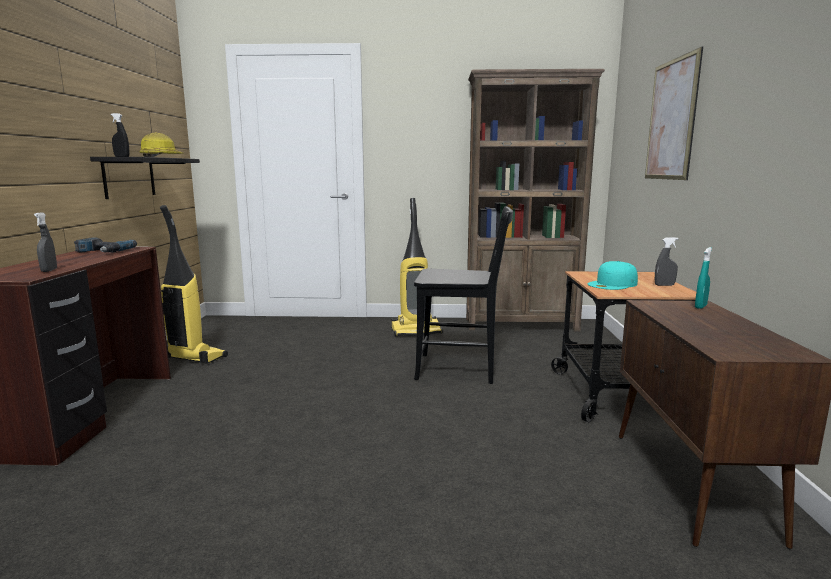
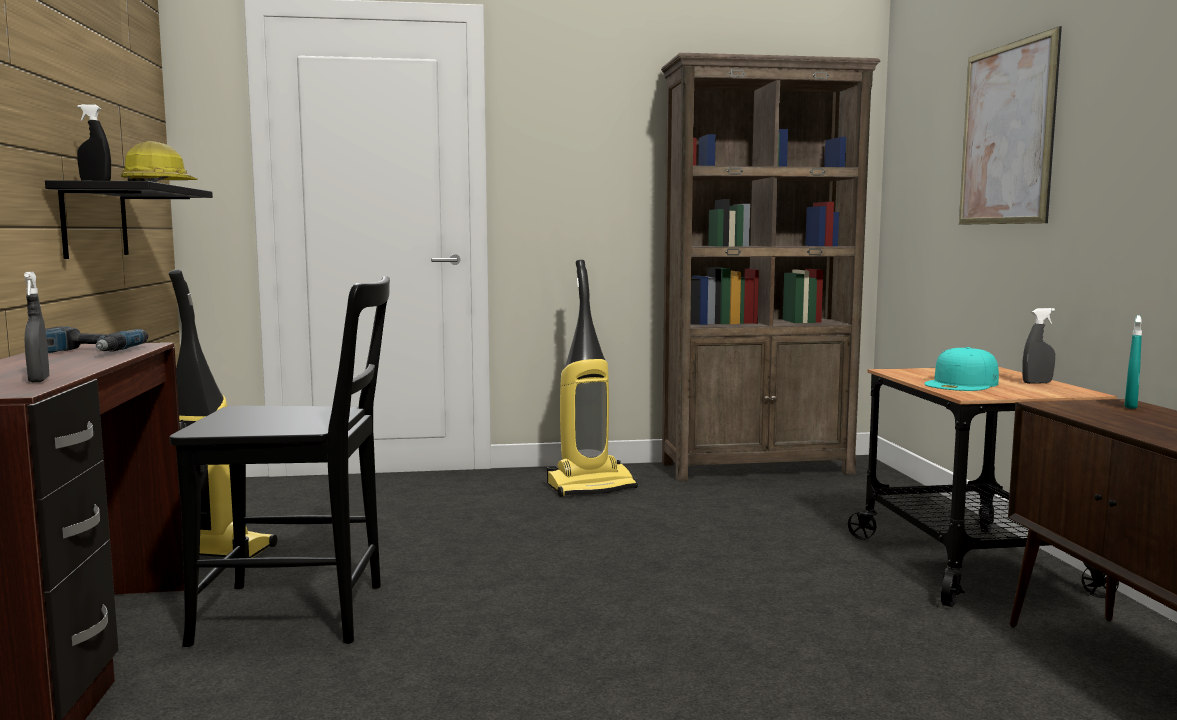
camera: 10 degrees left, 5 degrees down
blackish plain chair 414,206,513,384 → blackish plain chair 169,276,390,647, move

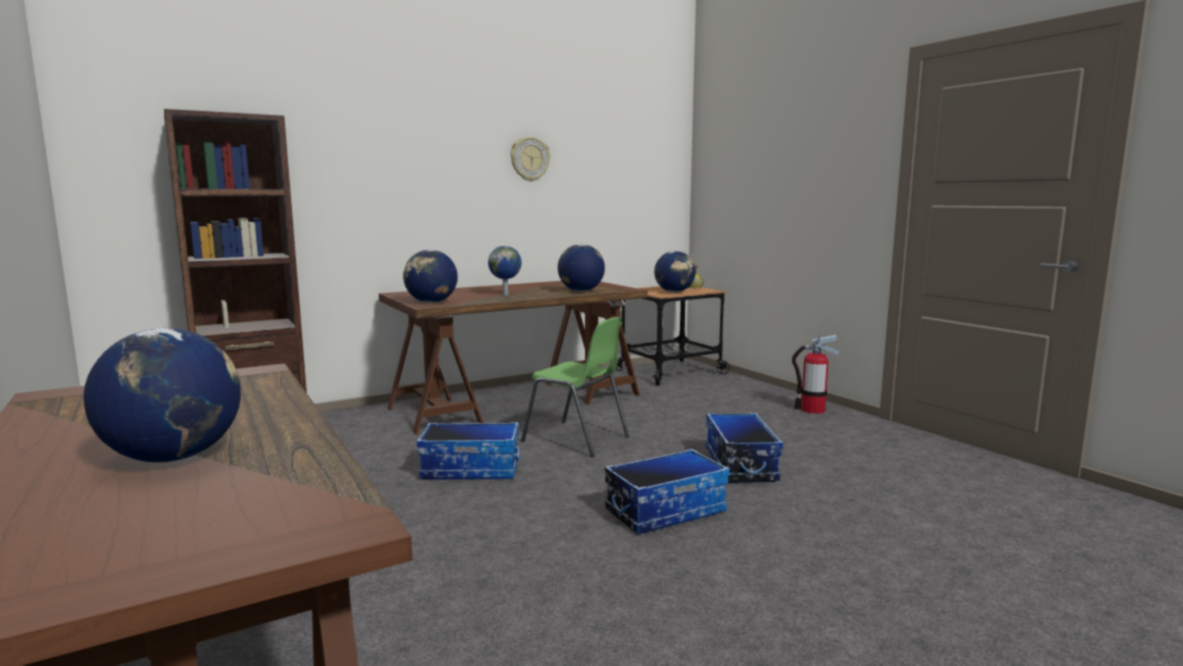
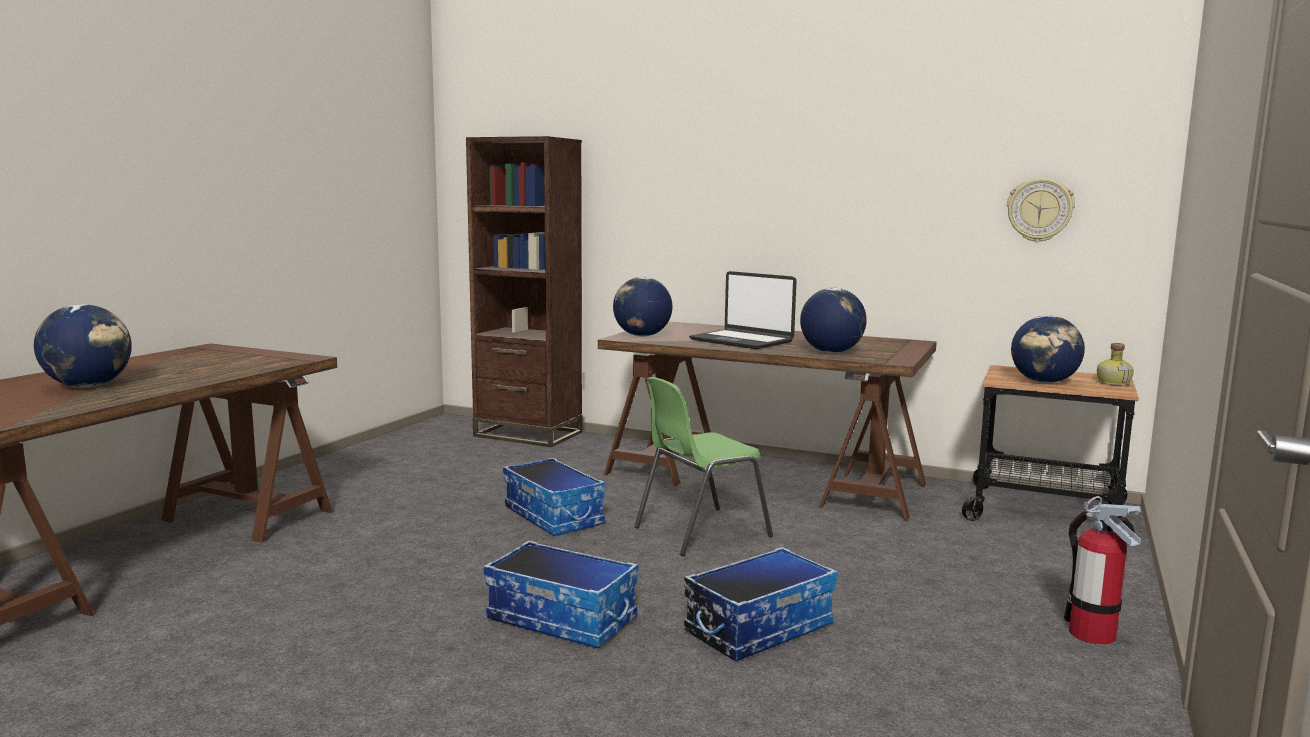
camera: 55 degrees right, 0 degrees up
clock on the wall 511,137,550,182 → clock on the wall 1007,178,1075,242, move
desk globe 488,246,521,295 → notebook computer 689,271,797,349
green-coloured plain chair 521,317,629,457 → green-coloured plain chair 634,377,773,557, 60 degrees clockwise

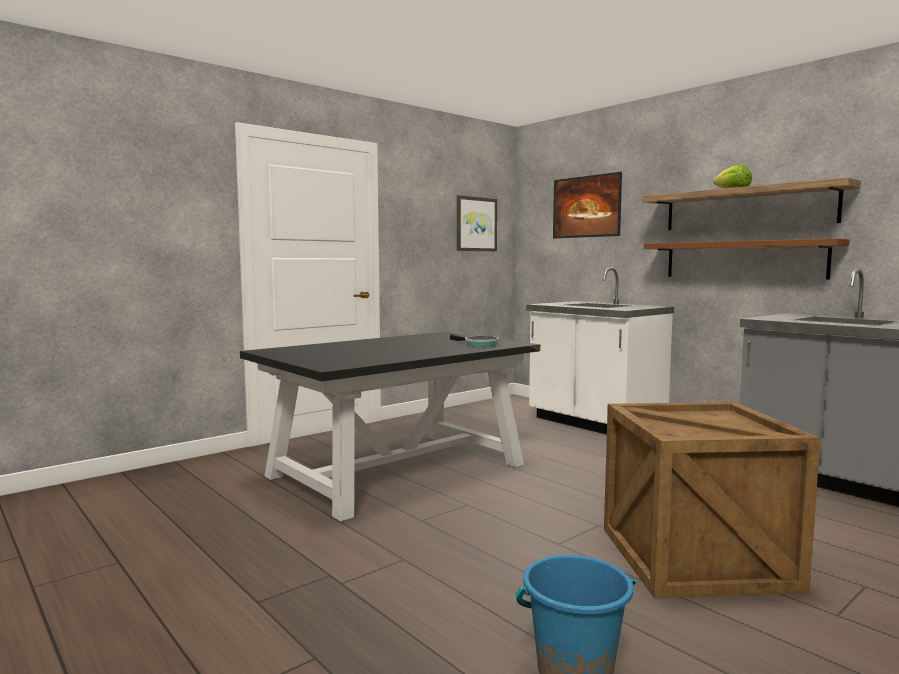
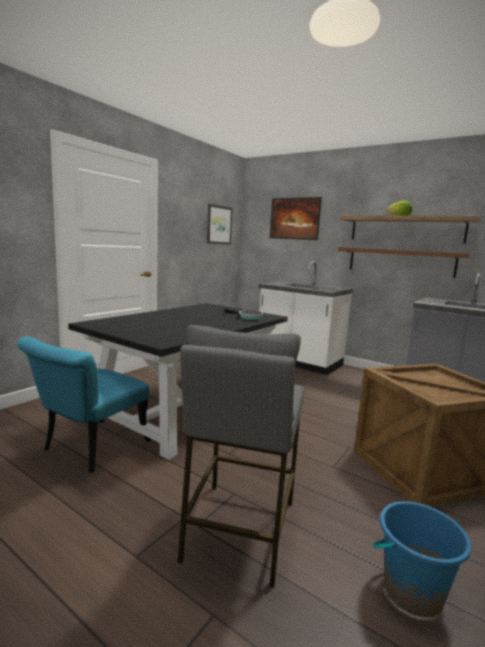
camera: 15 degrees left, 5 degrees up
- → blue-green plain chair 17,336,151,473
- → grey stool 177,325,304,588

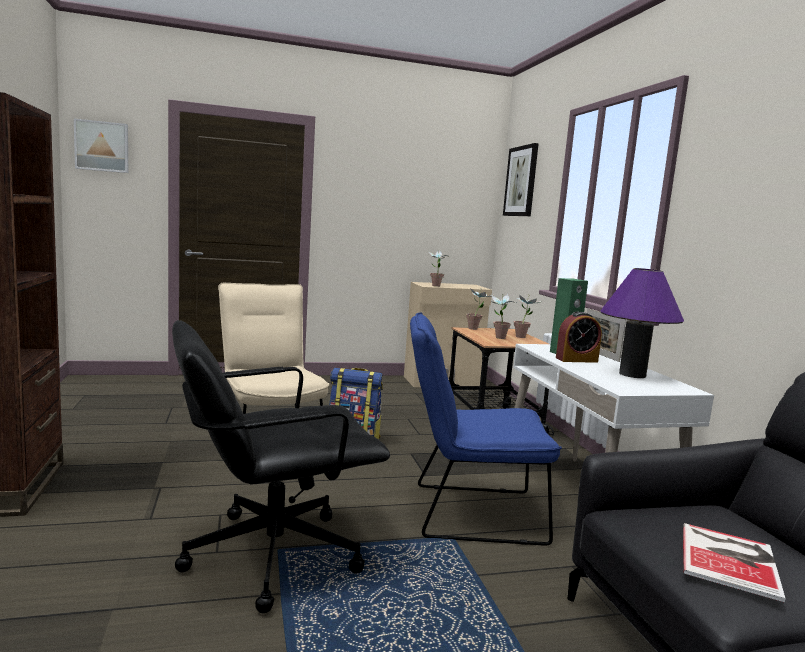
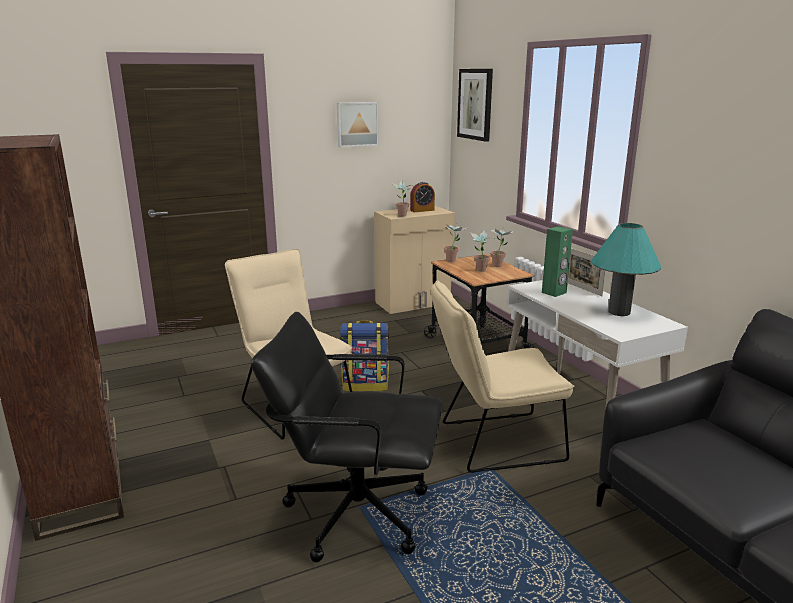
camera: 10 degrees left, 10 degrees up
book 683,523,786,602 → -
wall picture 74,119,128,173 → wall picture 337,102,379,147, move
alarm clock 556,312,602,363 → alarm clock 410,182,435,212, move
bluish plain chair 410,312,562,546 → beige plain chair 431,280,574,473
purplish tabletop lamp 600,268,684,378 → blue-green tabletop lamp 591,223,661,316
blackish office chair 172,320,390,613 → blackish office chair 251,312,443,563, 45 degrees clockwise

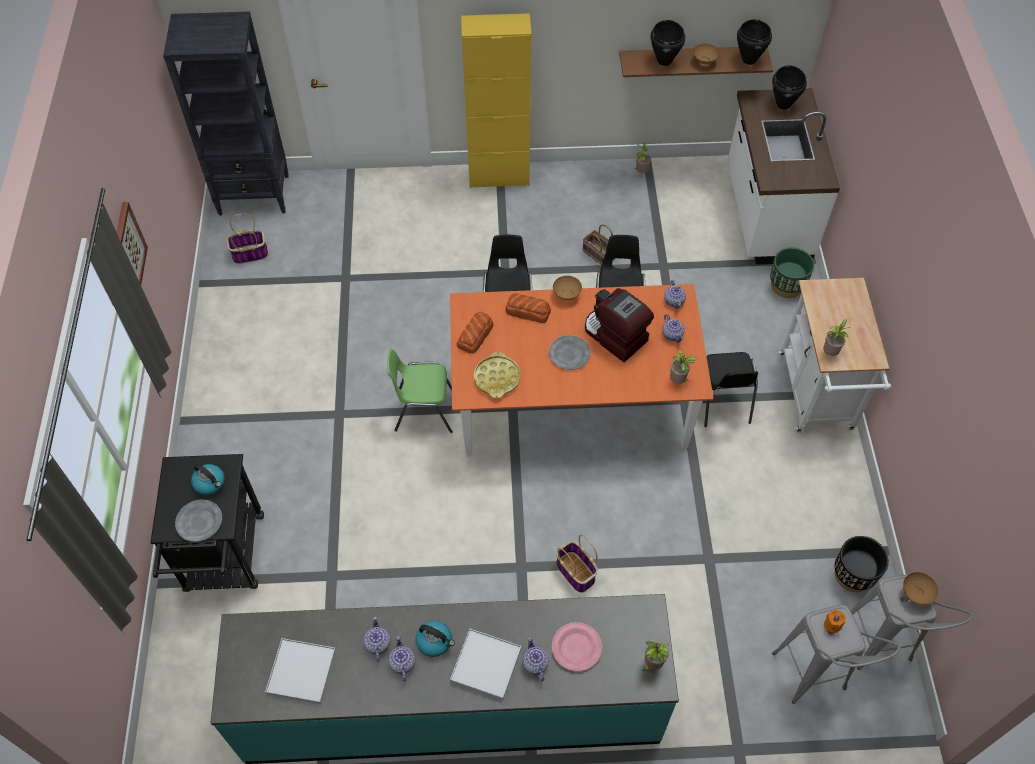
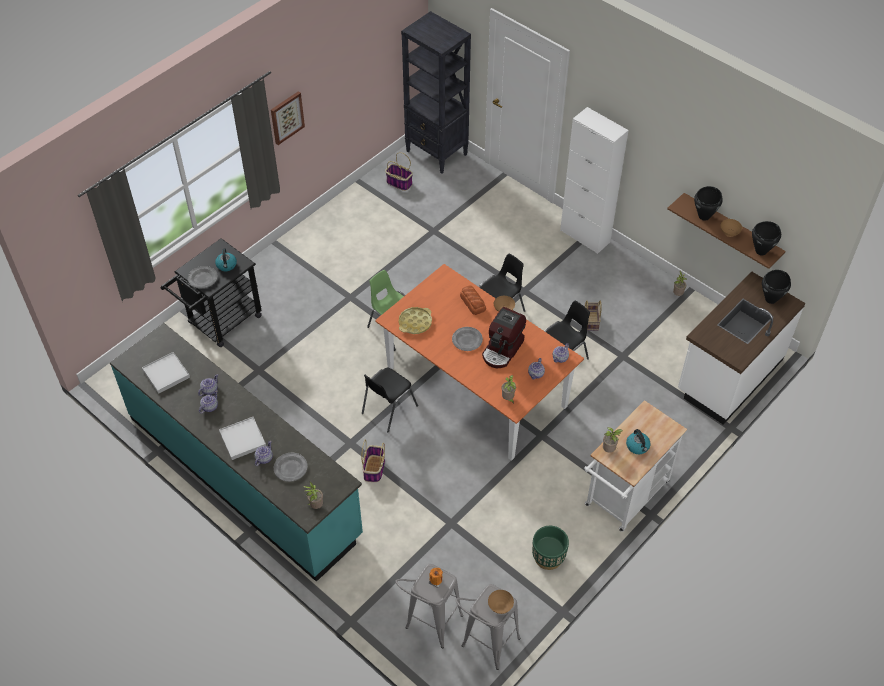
camera: 45 degrees right, 5 degrees down
bread 457,311,494,354 → -
blackish flower pot 835,536,889,592 → -
water kettle 416,621,455,657 → water kettle 626,429,651,454, move
blackish plain chair 704,352,758,427 → blackish plain chair 362,367,418,433, move
green-coloured flower pot 770,247,814,298 → green-coloured flower pot 532,526,569,570, move
yellow-coloured cabinet 461,13,531,188 → white-coloured cabinet 560,107,629,254
pink-coloured plate 552,622,602,671 → grey plate 274,453,308,482
coffee maker 585,288,654,362 → coffee maker 482,307,526,368, 150 degrees counterclockwise

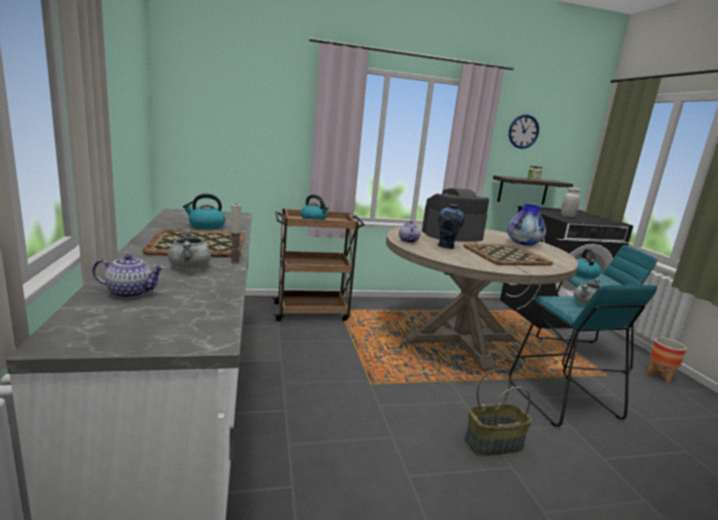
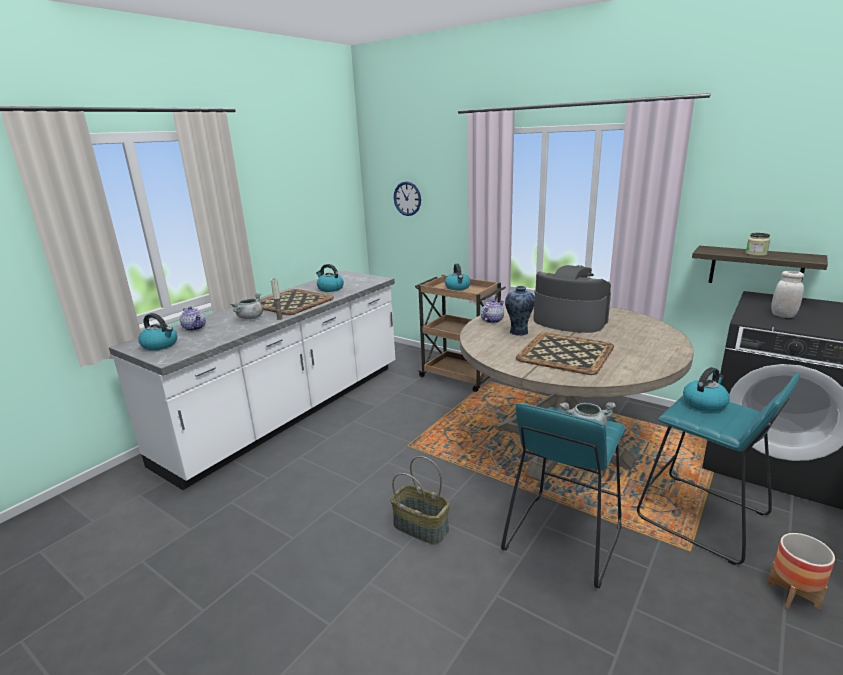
camera: 50 degrees right, 5 degrees up
vase 507,204,546,245 → -
- → water kettle 138,313,177,351
clock on the wall 509,114,539,149 → clock on the wall 394,181,421,216, move

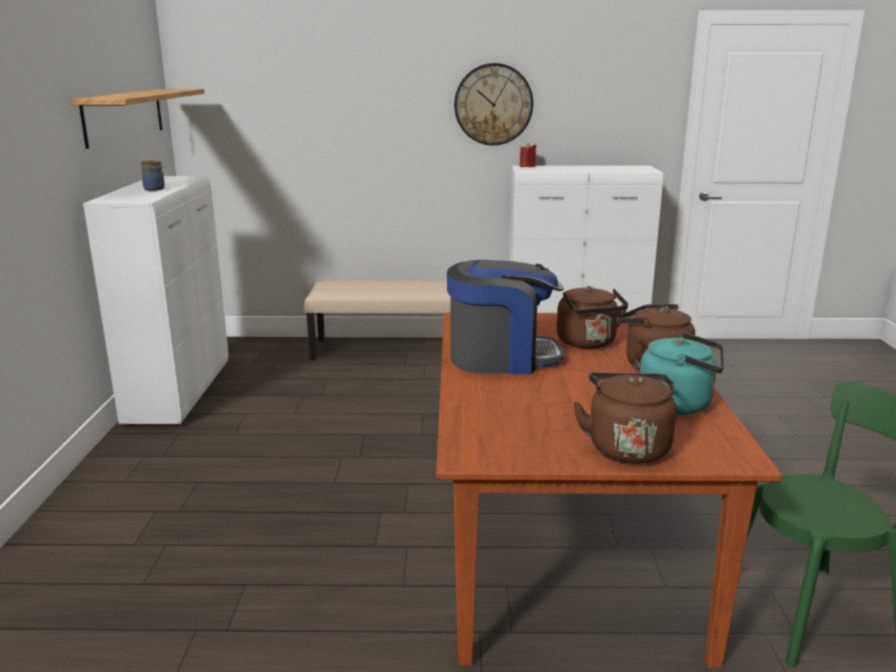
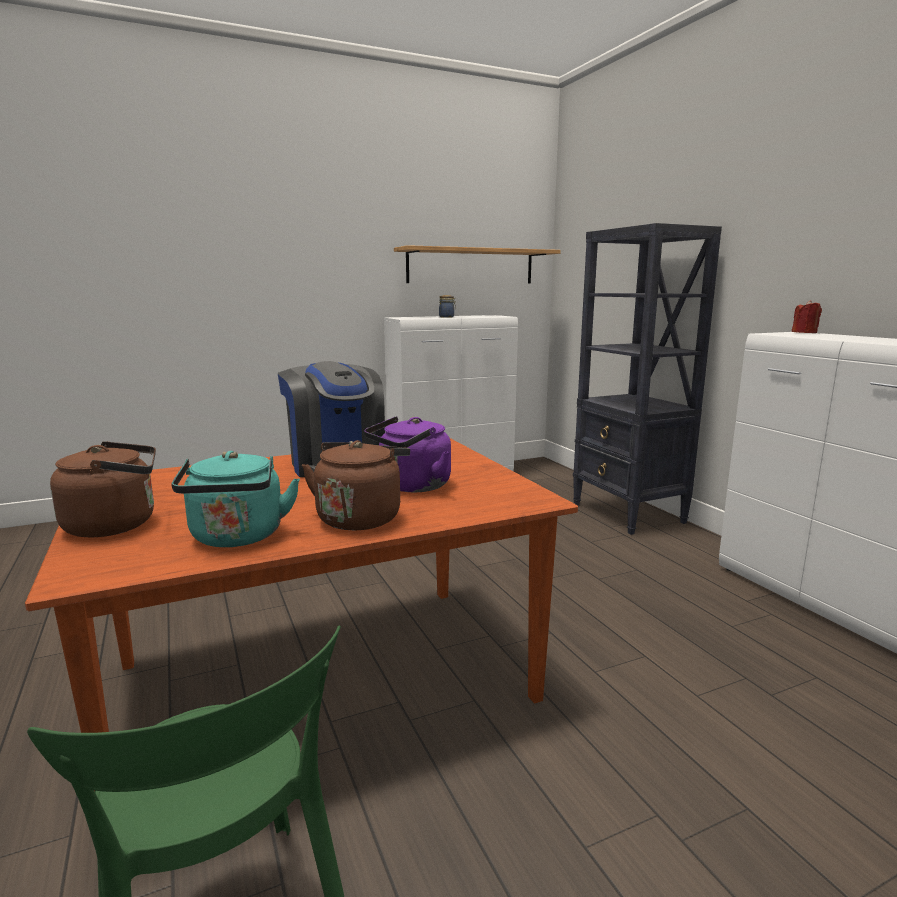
camera: 65 degrees right, 5 degrees down
clock on the wall 454,63,533,146 → -
beige long seat 304,280,451,360 → blackish bookshelf 573,223,722,535
brownish water kettle 557,286,628,349 → purplish water kettle 364,416,451,492

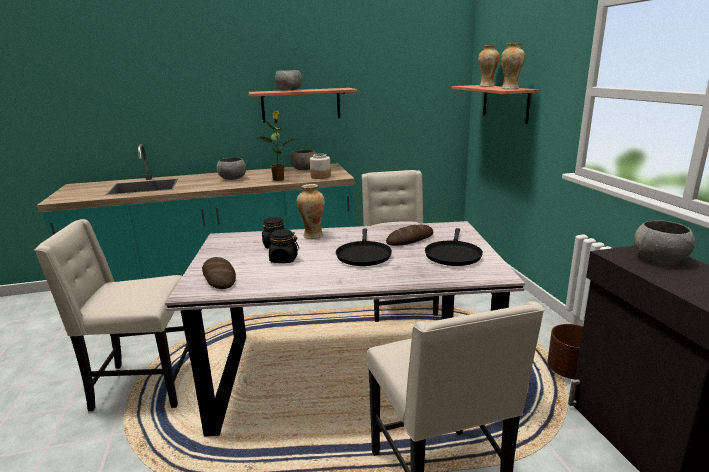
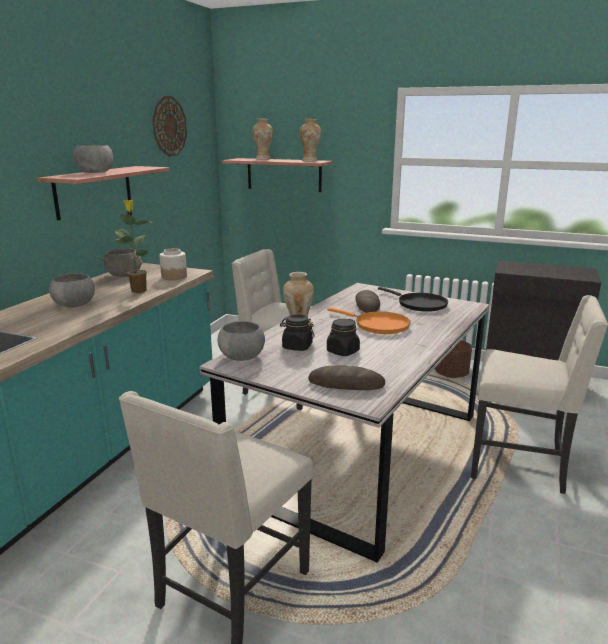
camera: 55 degrees left, 0 degrees up
- → clock on the wall 152,96,187,157
grey deep dish 634,220,695,263 → grey deep dish 217,321,265,361, move
blackish skillet 336,228,392,266 → orange skillet 327,307,411,334

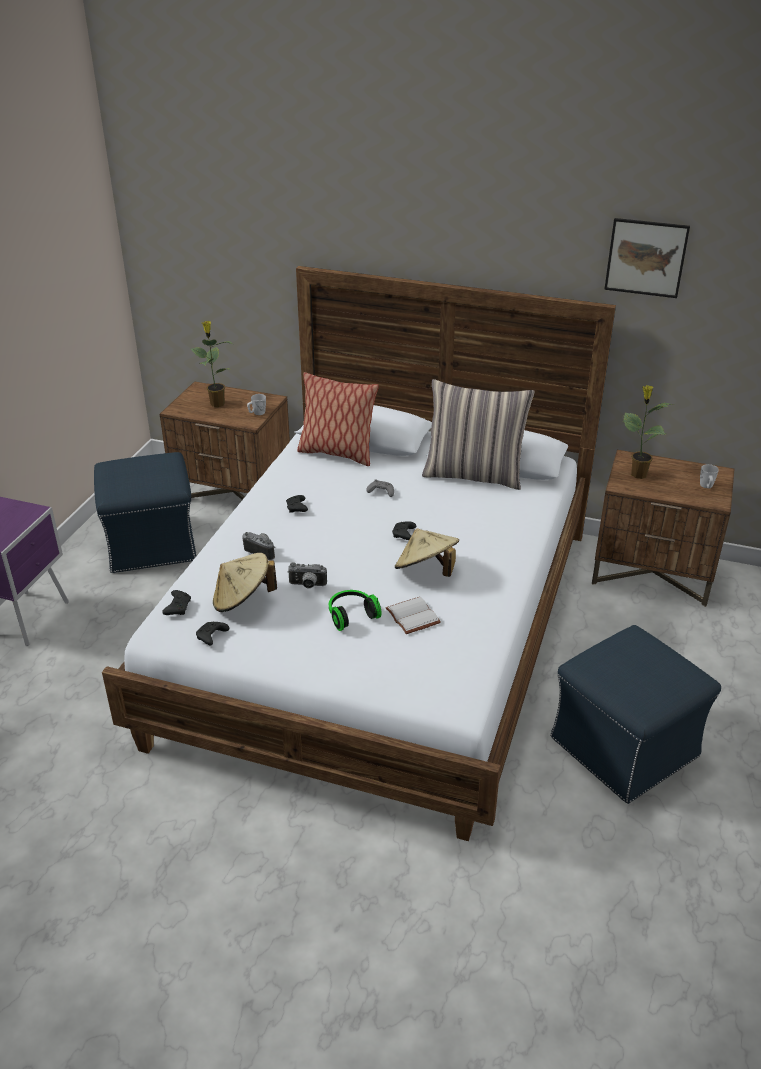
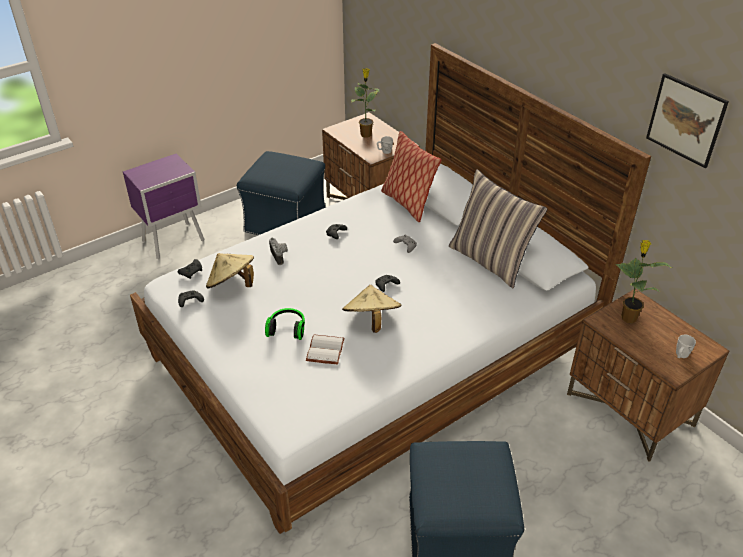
camera: 35 degrees right, 5 degrees up
still camera 288,562,327,589 → -

